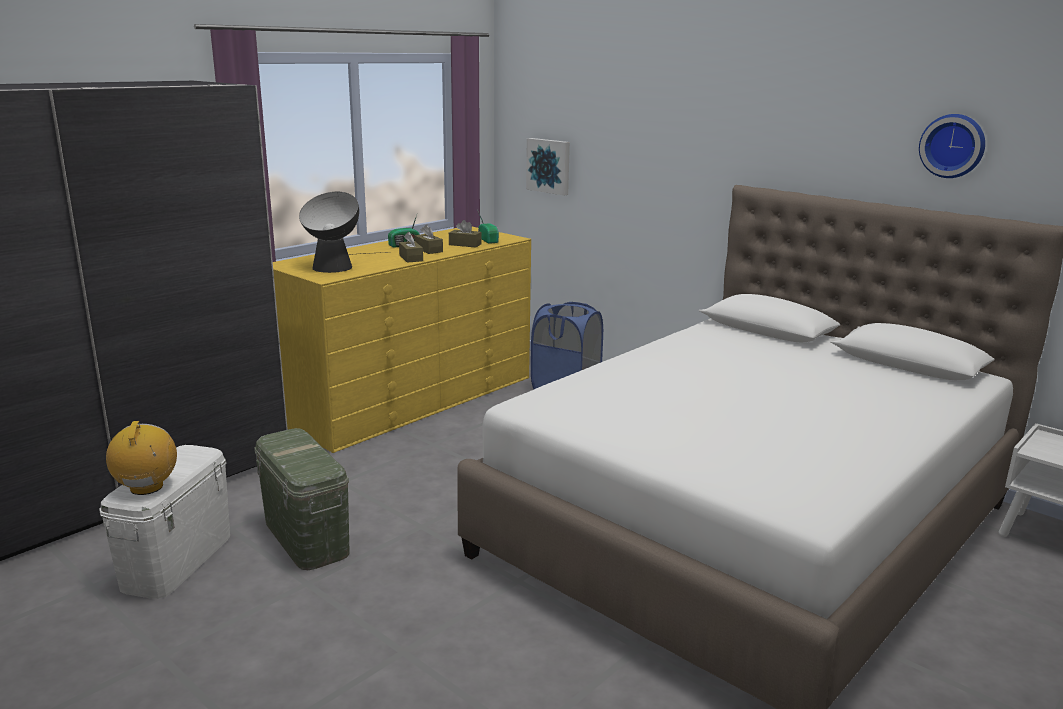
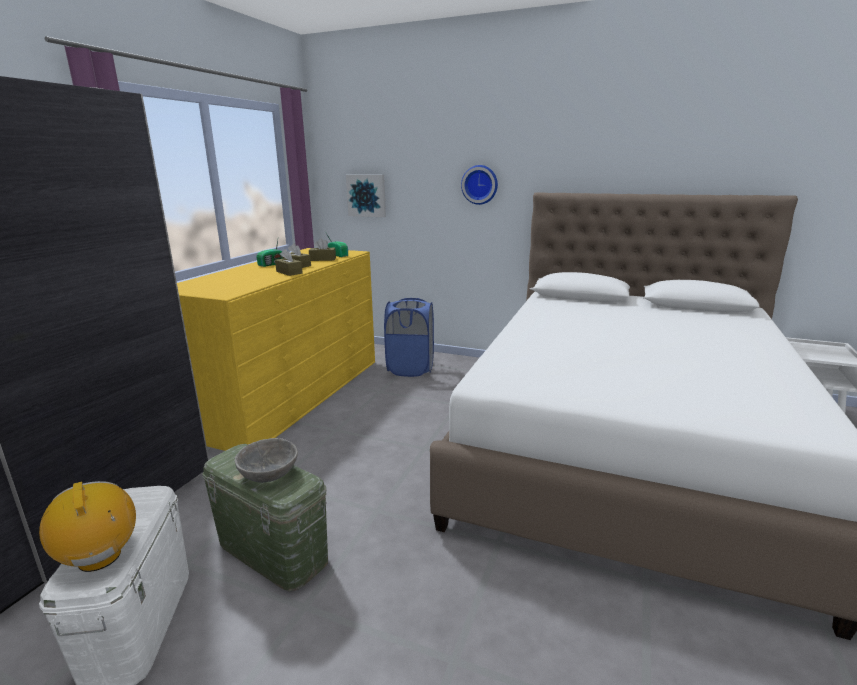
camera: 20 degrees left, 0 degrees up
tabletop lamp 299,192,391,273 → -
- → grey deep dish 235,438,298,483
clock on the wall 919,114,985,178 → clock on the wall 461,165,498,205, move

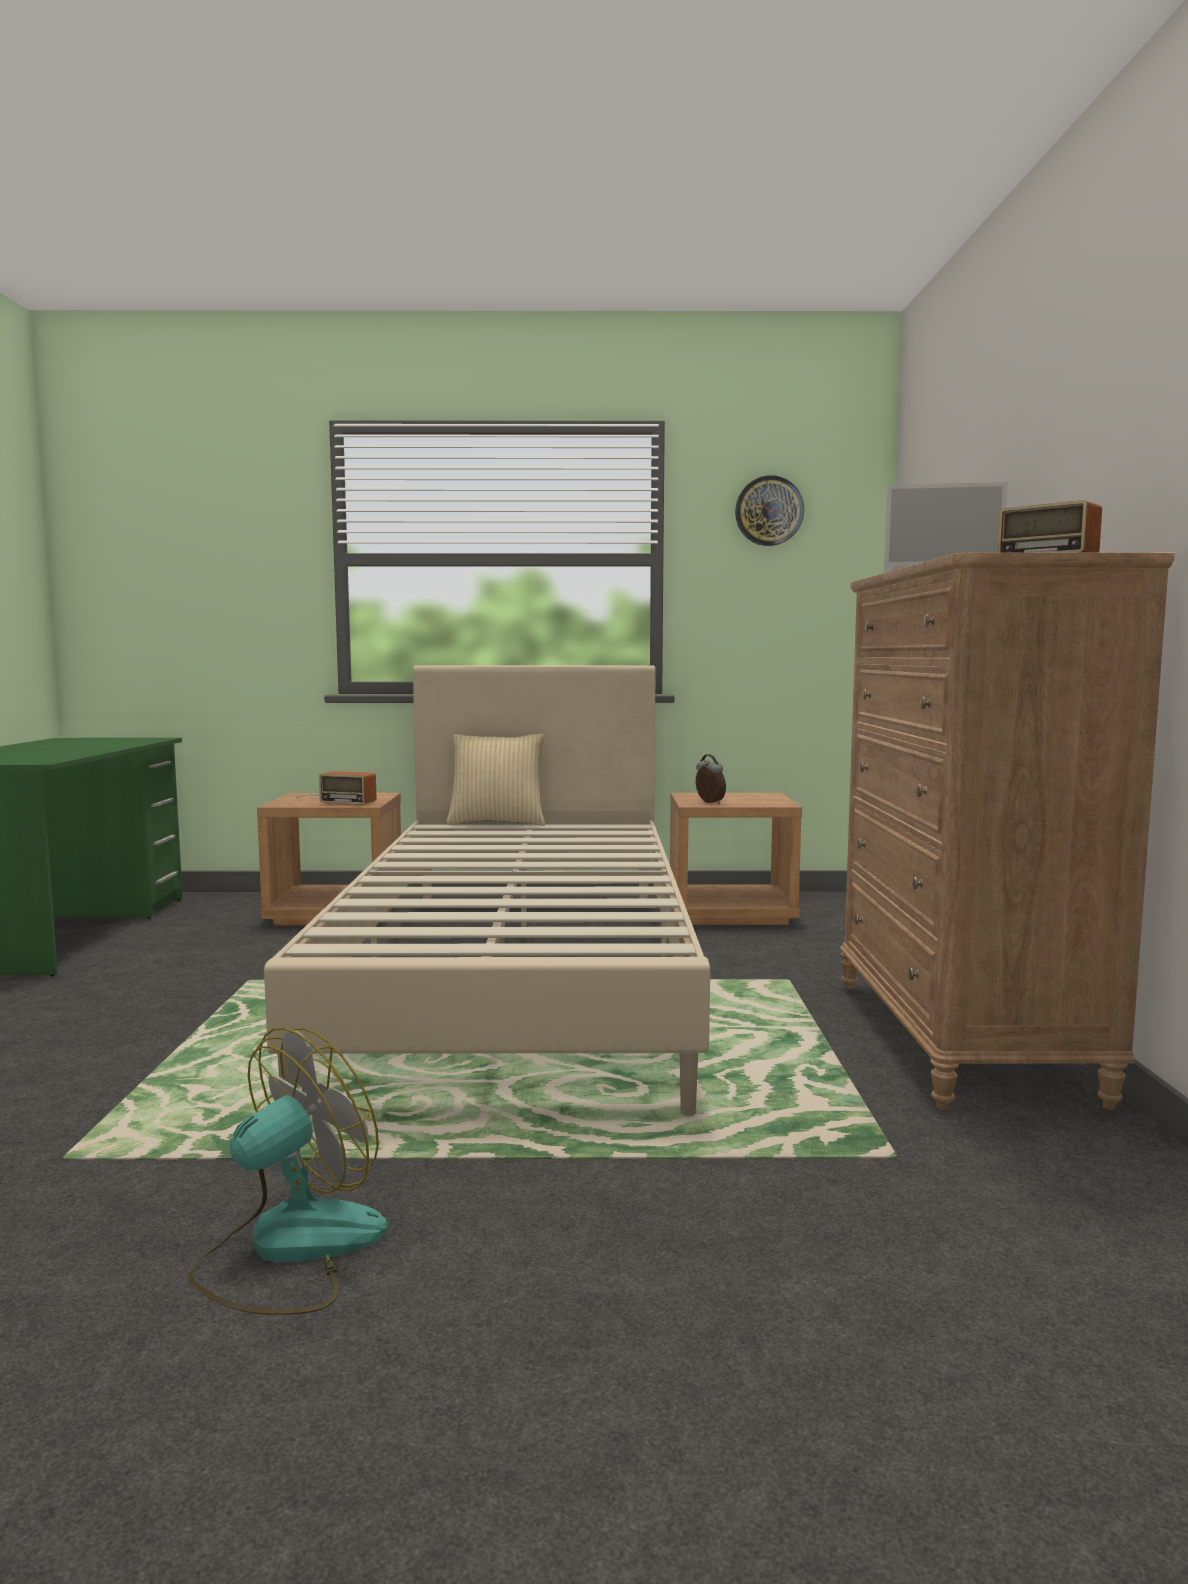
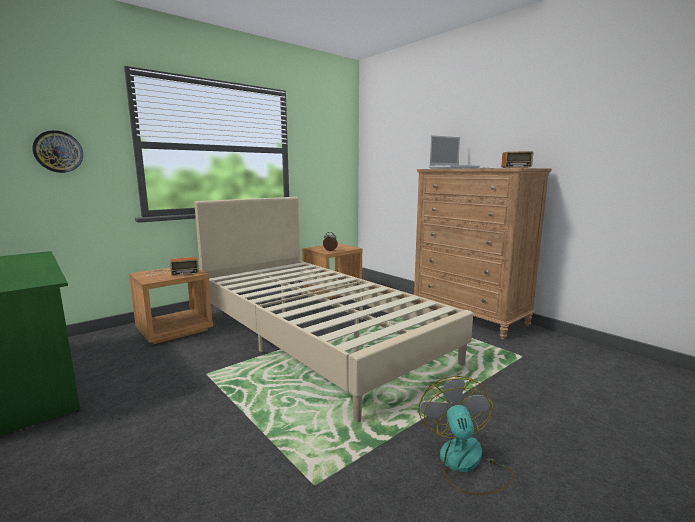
camera: 40 degrees left, 5 degrees up
cushion 446,734,545,826 → -
clock on the wall 735,475,804,546 → clock on the wall 32,130,83,173, move

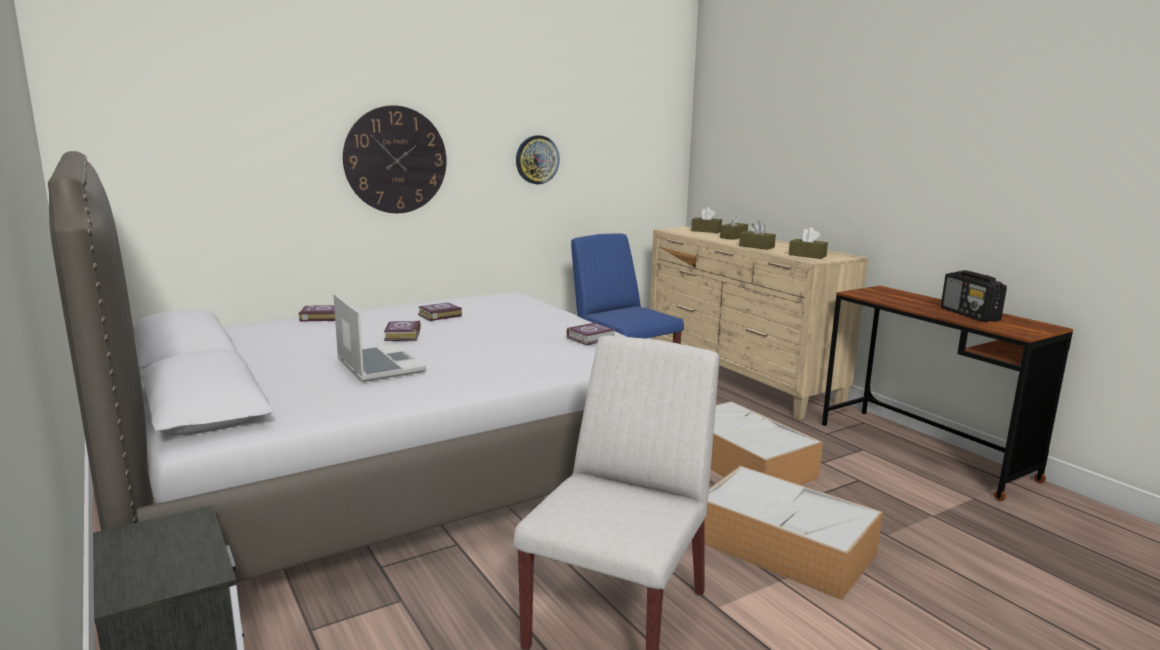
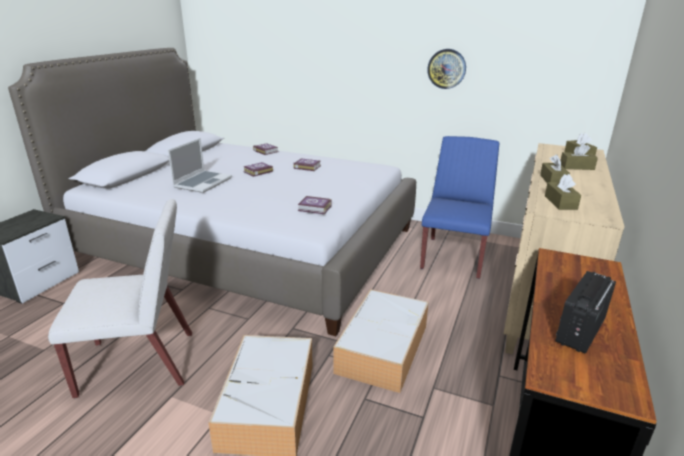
camera: 55 degrees right, 10 degrees up
clock on the wall 343,105,447,213 → -

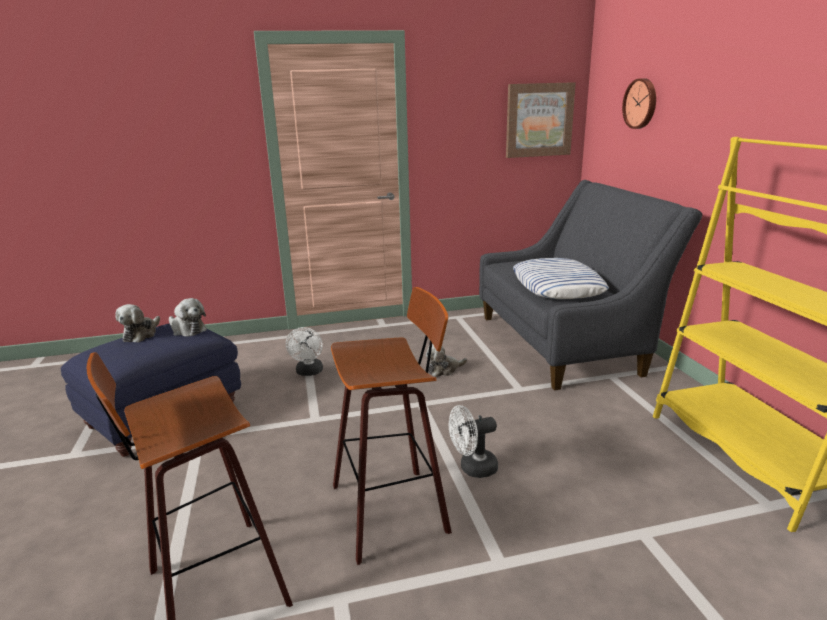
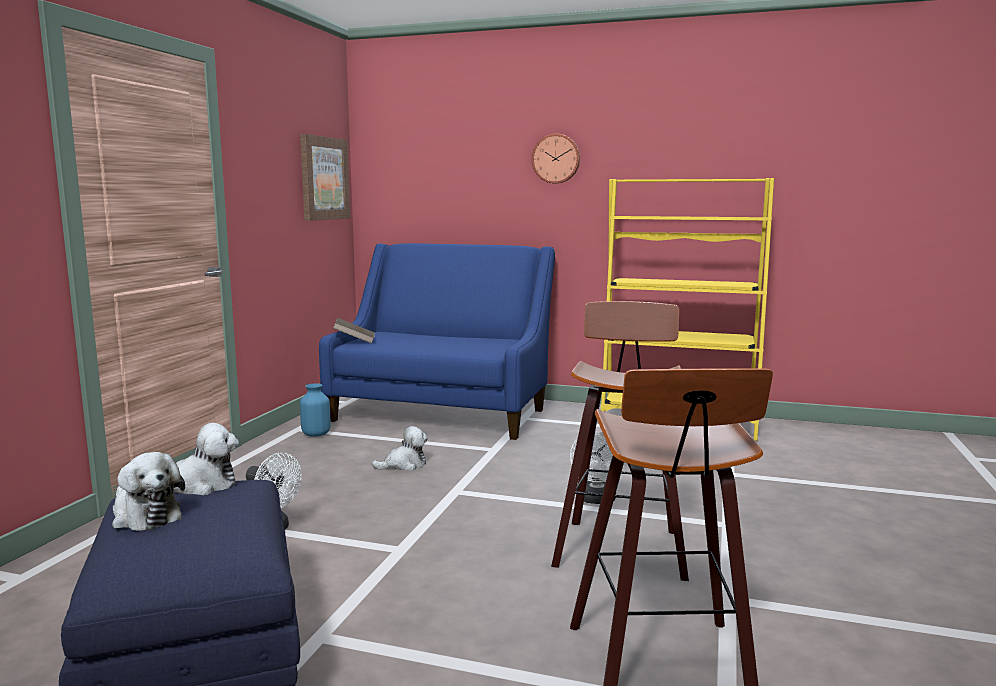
camera: 60 degrees left, 10 degrees down
cushion 513,258,609,299 → -
- → bluish vase 300,383,331,437
- → brownish book 333,318,375,344
clock on the wall 622,78,656,129 → clock on the wall 532,134,580,184, move
grey couch 479,180,703,390 → bluish couch 319,243,555,440
soft toy 426,343,467,377 → soft toy 372,426,428,471, 120 degrees counterclockwise

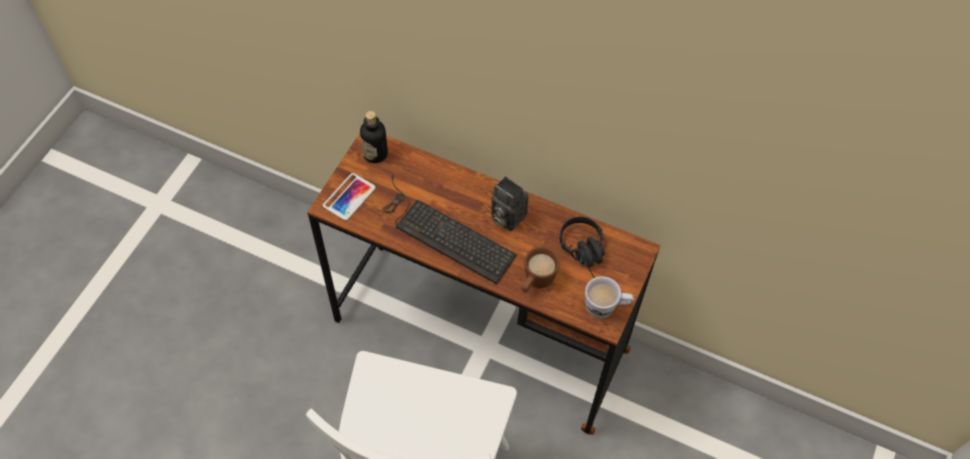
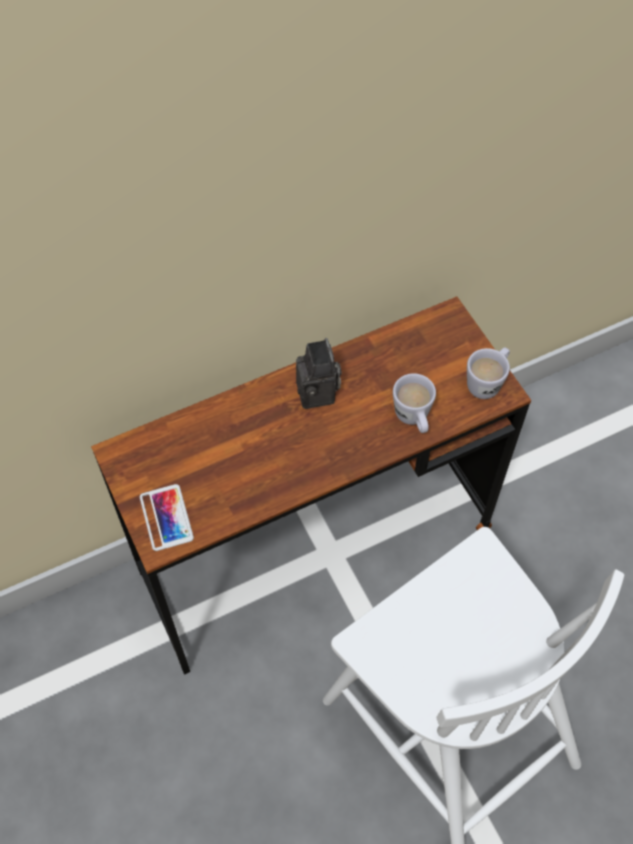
camera: 50 degrees left, 0 degrees up
drink bottle 360,111,388,163 → -
PC keyboard 383,174,517,284 → -
blackish pair of headphones 560,217,605,278 → -
brownish tea mug 522,246,560,292 → white-coloured tea mug 393,373,436,433
still camera 491,176,528,232 → still camera 296,338,342,409, 90 degrees counterclockwise

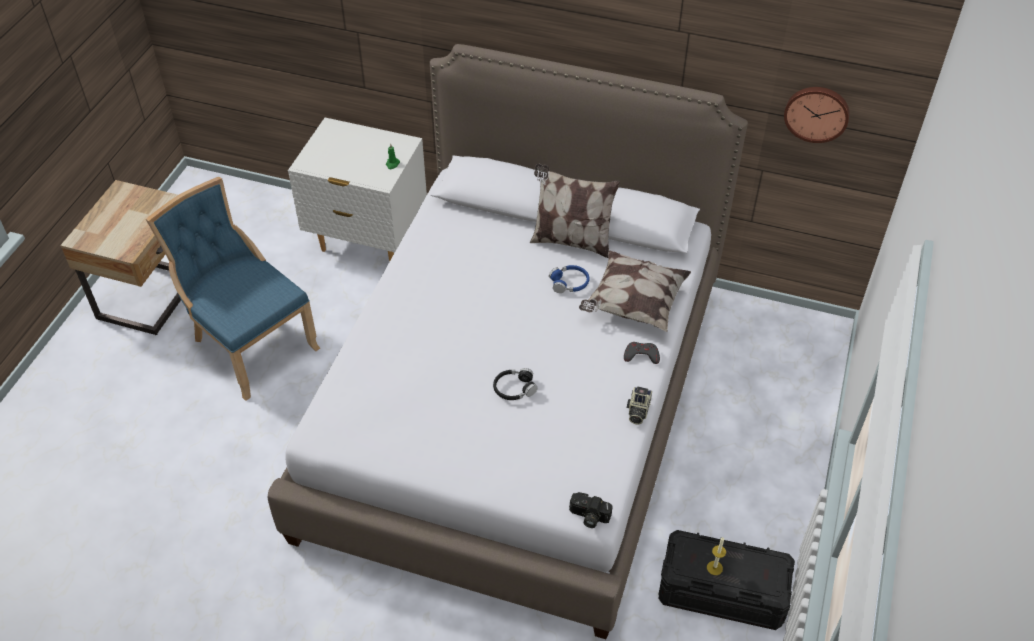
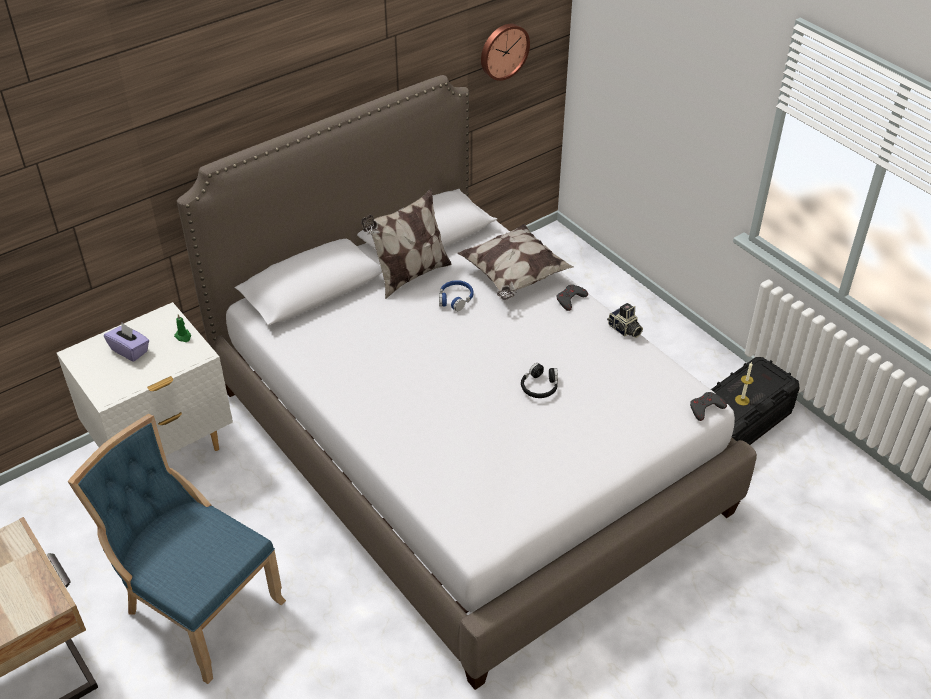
camera: 55 degrees left, 5 degrees down
- → purplish box of tissues 104,323,150,362
still camera 569,492,613,528 → grey joypad 690,392,727,421
bluish plain chair 146,177,320,401 → bluish plain chair 68,414,286,684, 45 degrees clockwise

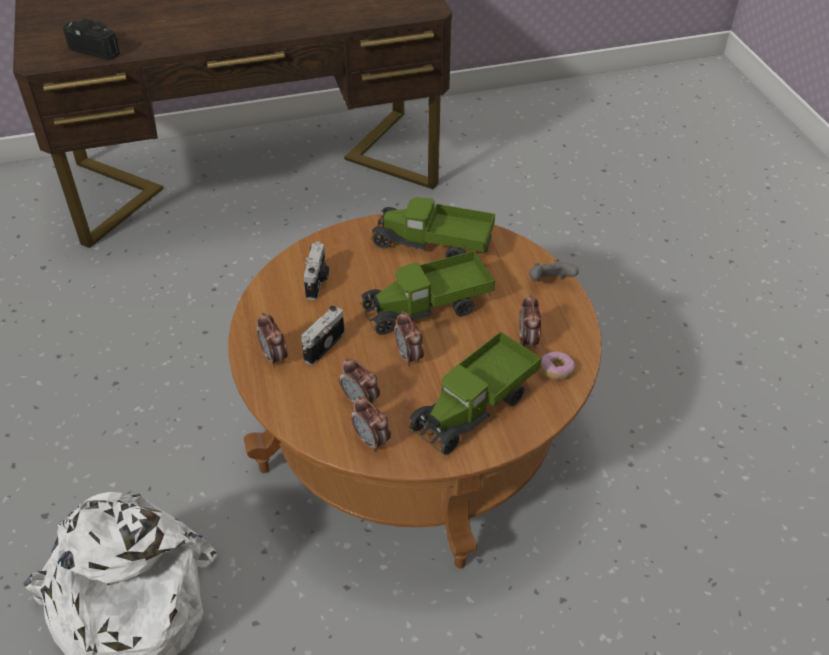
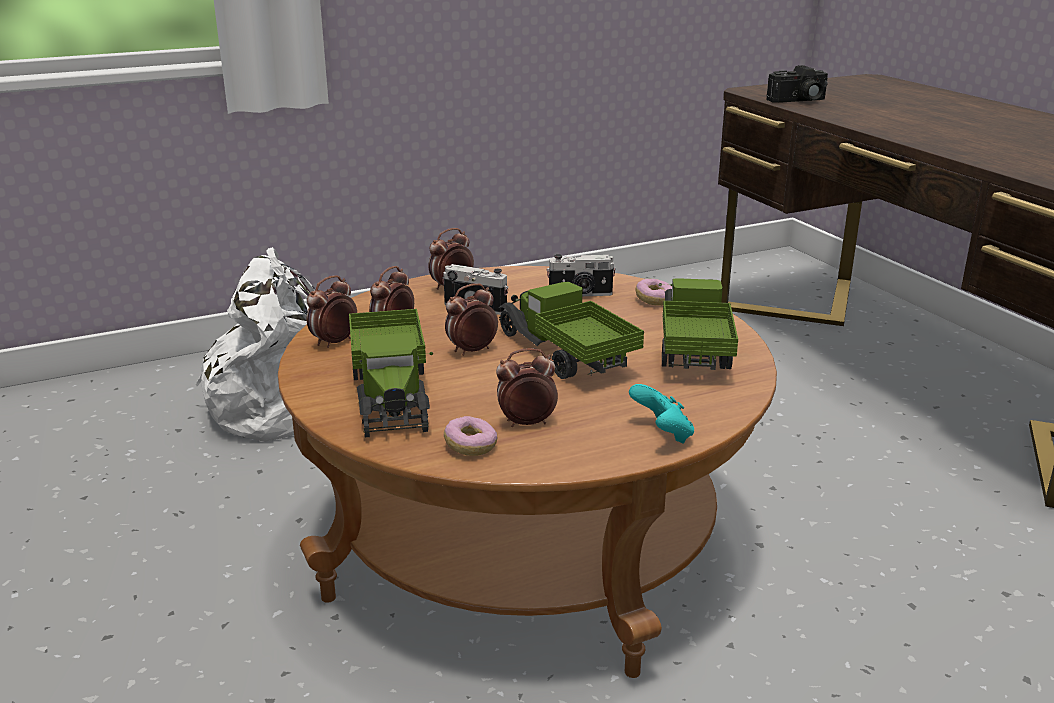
camera: 80 degrees right, 20 degrees down
- → donut 636,279,672,306
grey joypad 529,259,579,281 → blue-green joypad 629,384,694,444
still camera 63,18,120,60 → still camera 766,65,828,103, 60 degrees clockwise
toy lorry 409,331,542,455 → toy lorry 349,309,433,437, 135 degrees counterclockwise

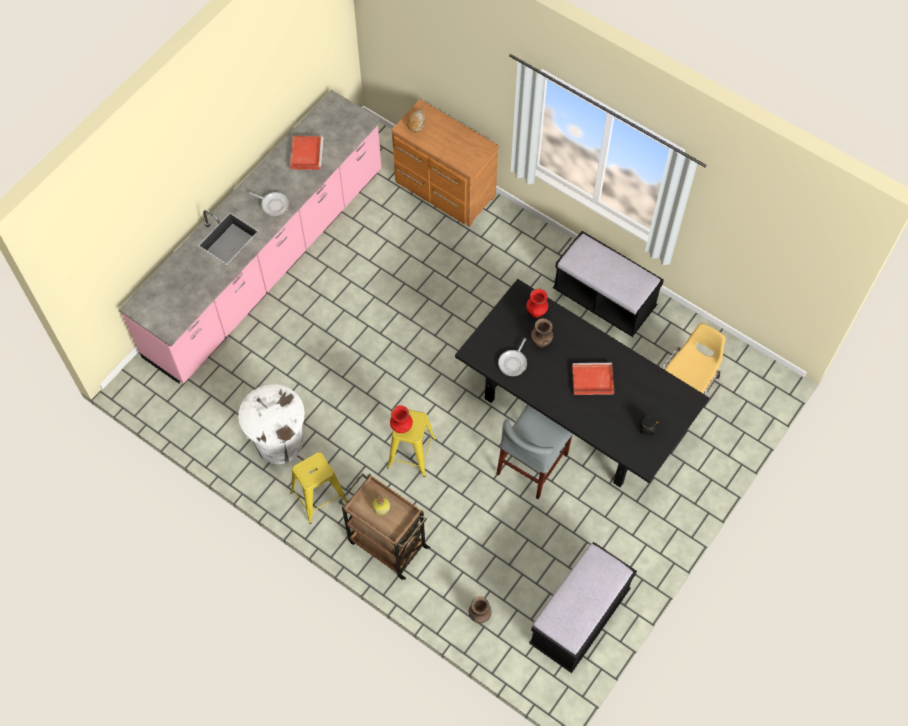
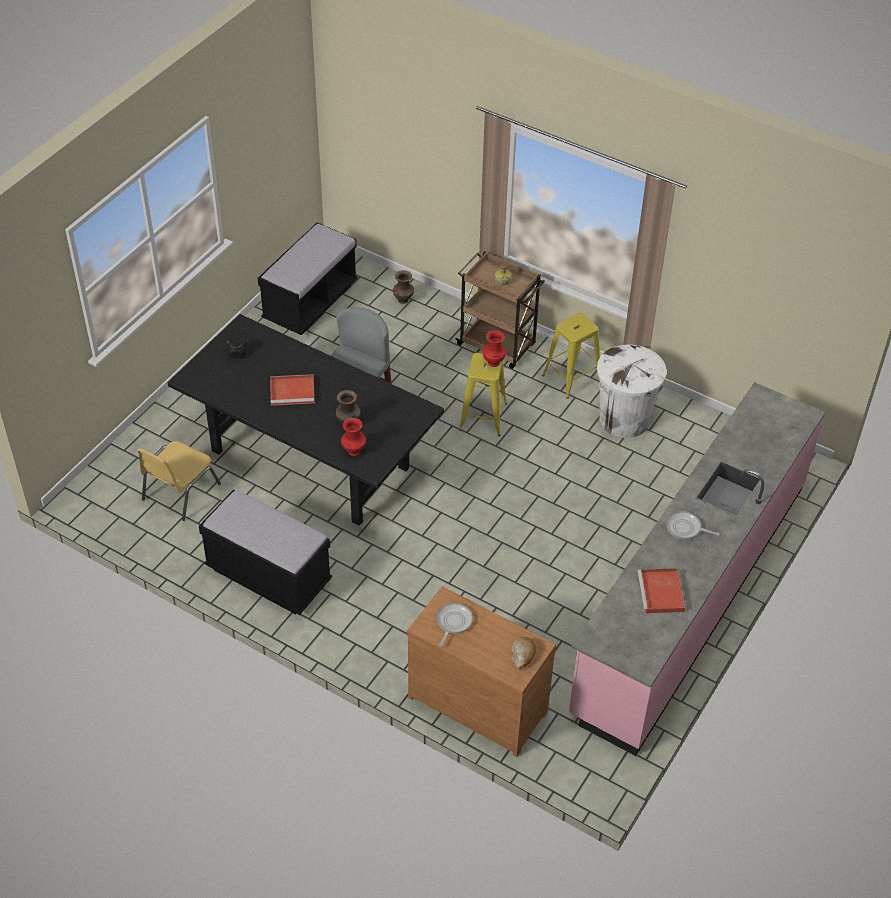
camera: 175 degrees right, 15 degrees down
skillet 498,338,527,376 → skillet 437,603,473,647, move

